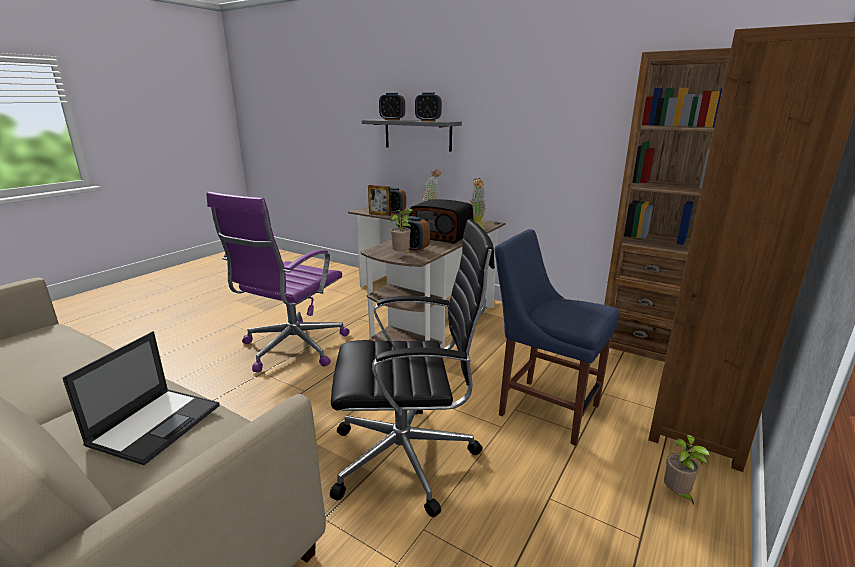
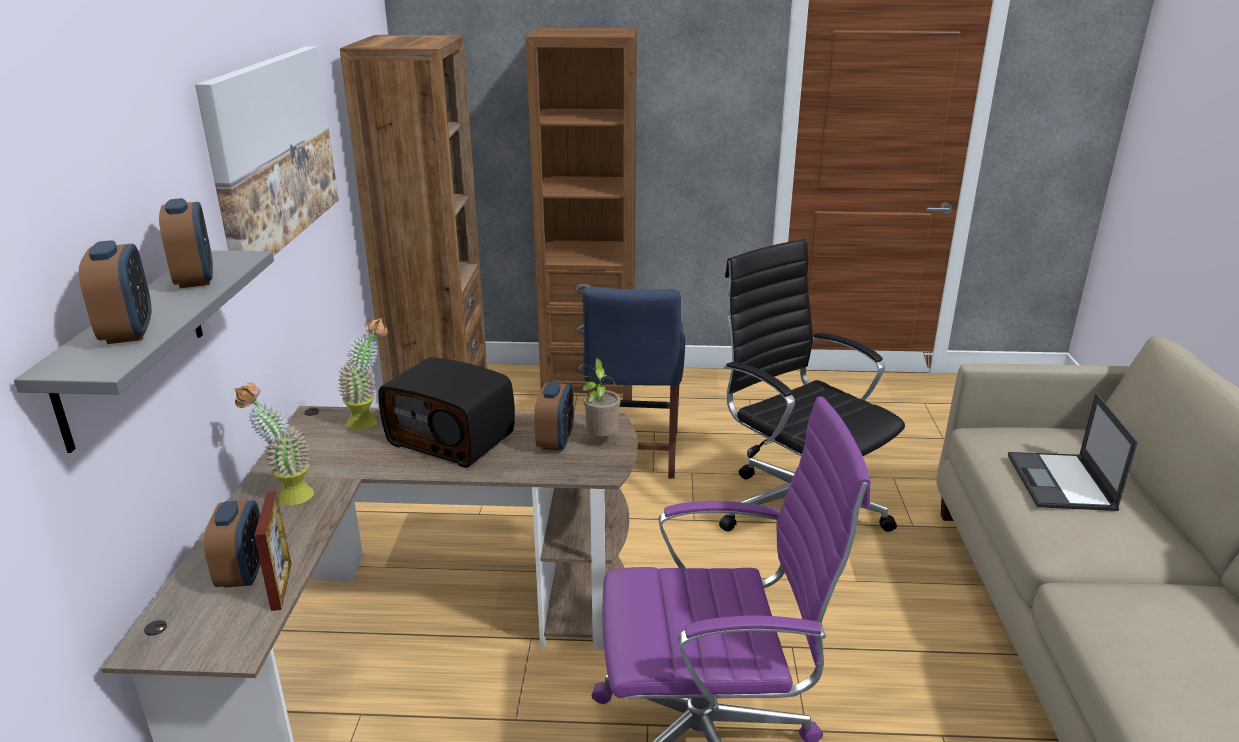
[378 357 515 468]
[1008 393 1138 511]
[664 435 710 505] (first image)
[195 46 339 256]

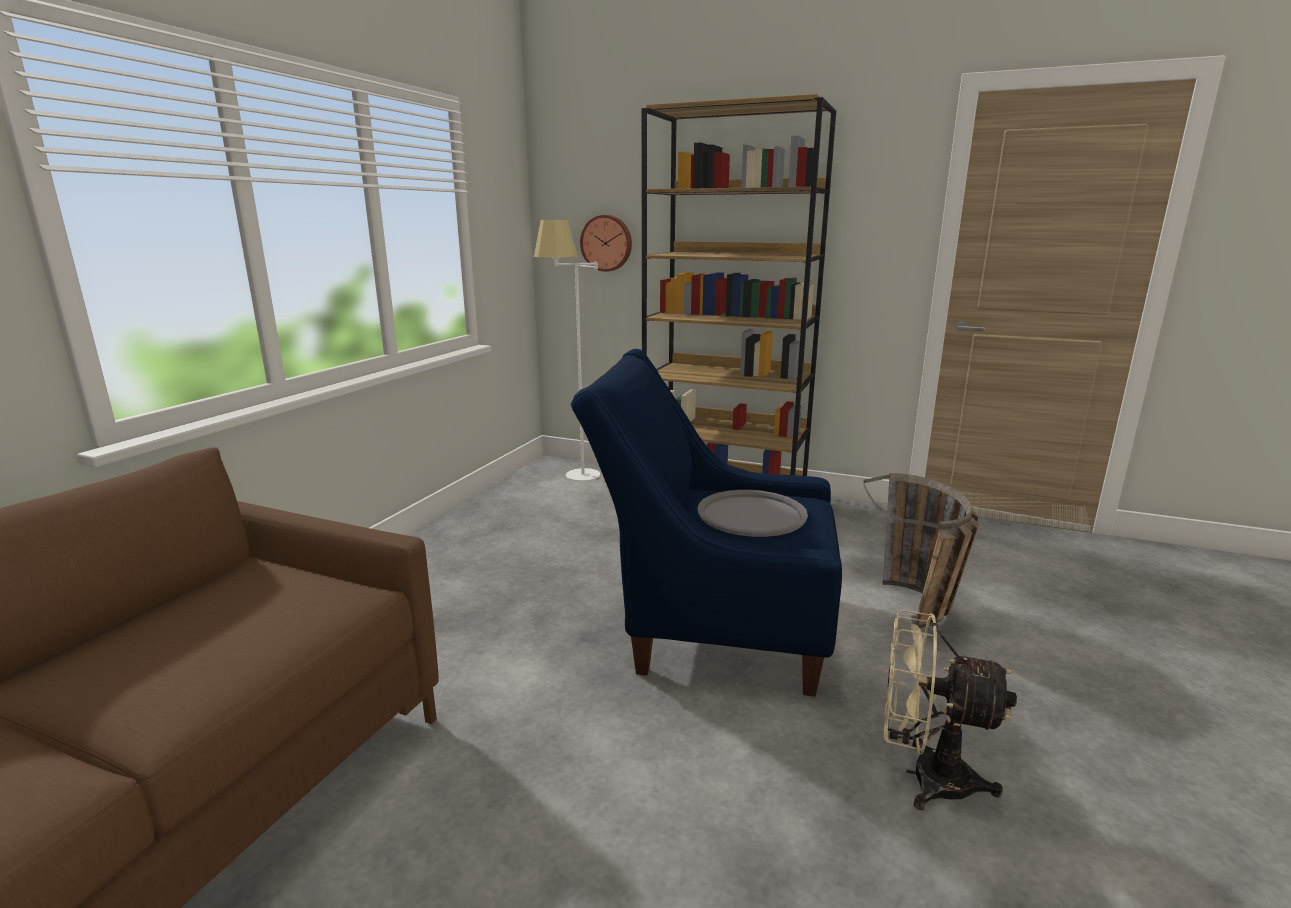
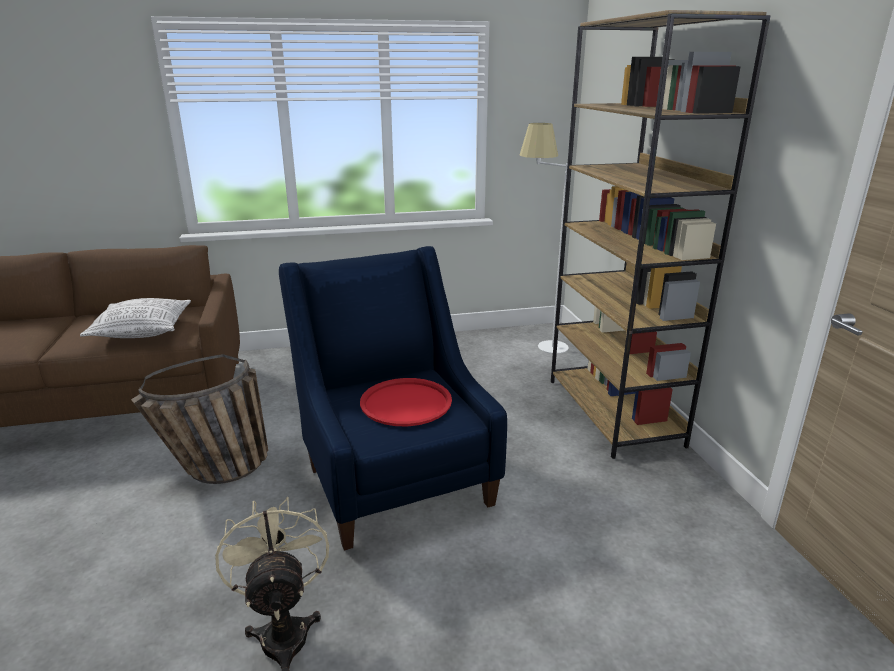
[580 215 632 272] (first image)
[131 354 268 484]
[360 378 452 426]
[80 298 191 338]

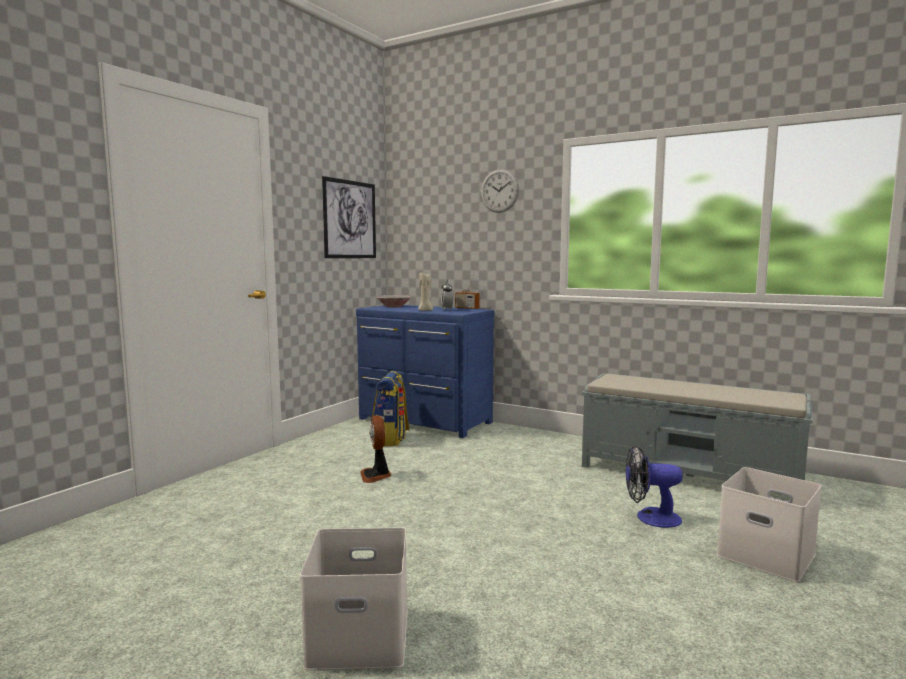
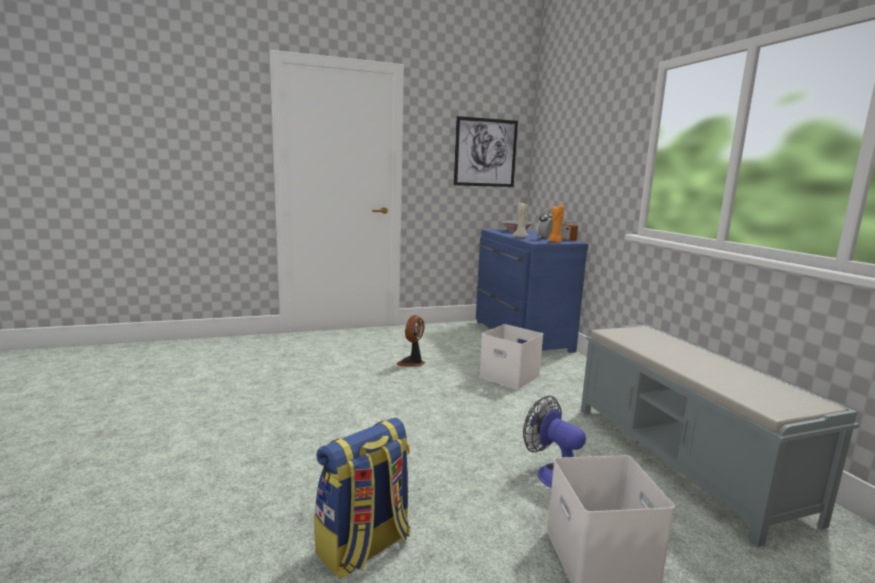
[481 169 519 213] (first image)
[314 418 410 579]
[479 324 543 390]
[548 205 564 243]

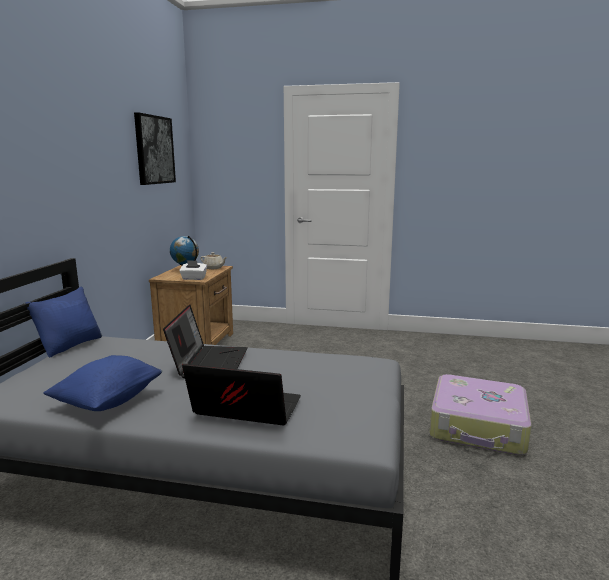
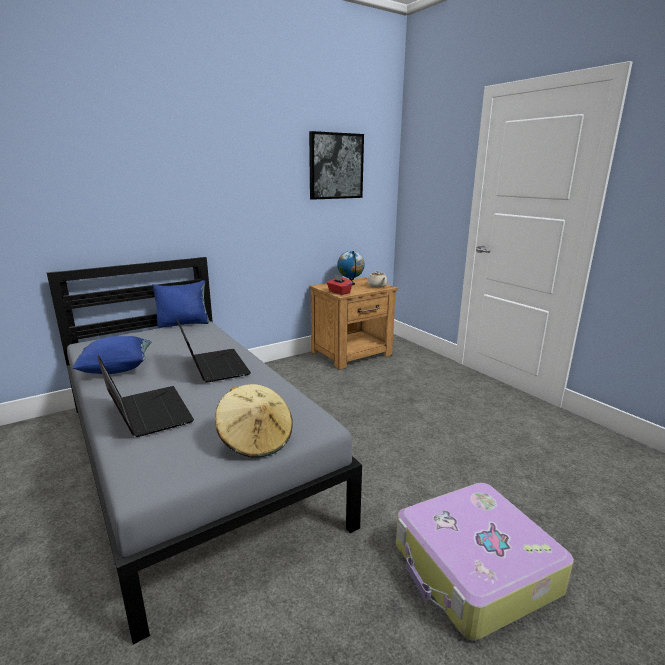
[327 274 353 295]
[176 319 251 383]
[215 384 293 458]

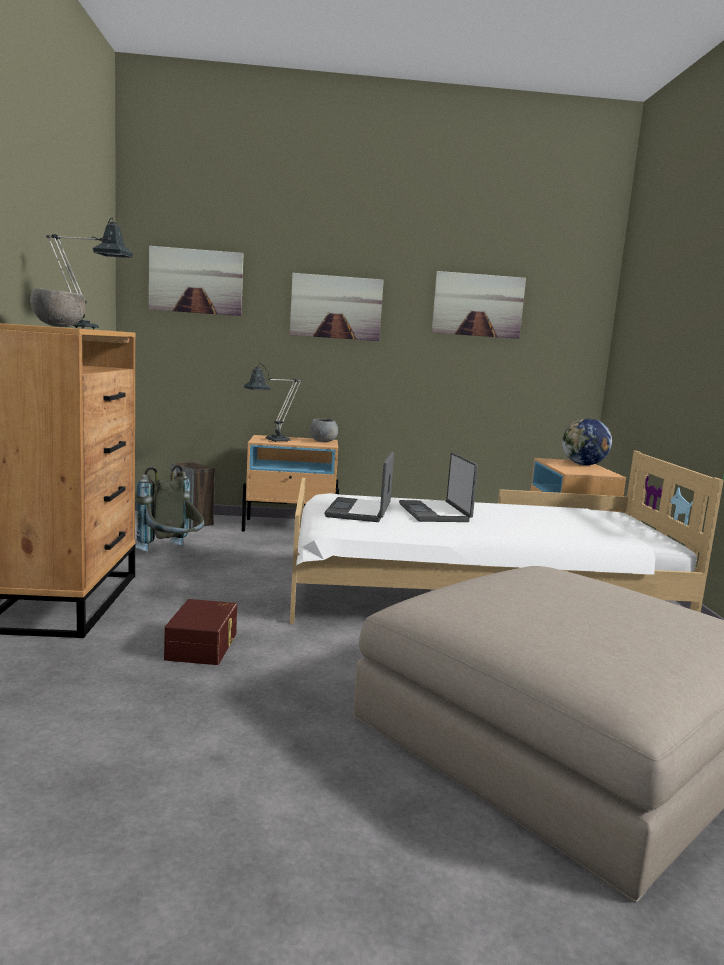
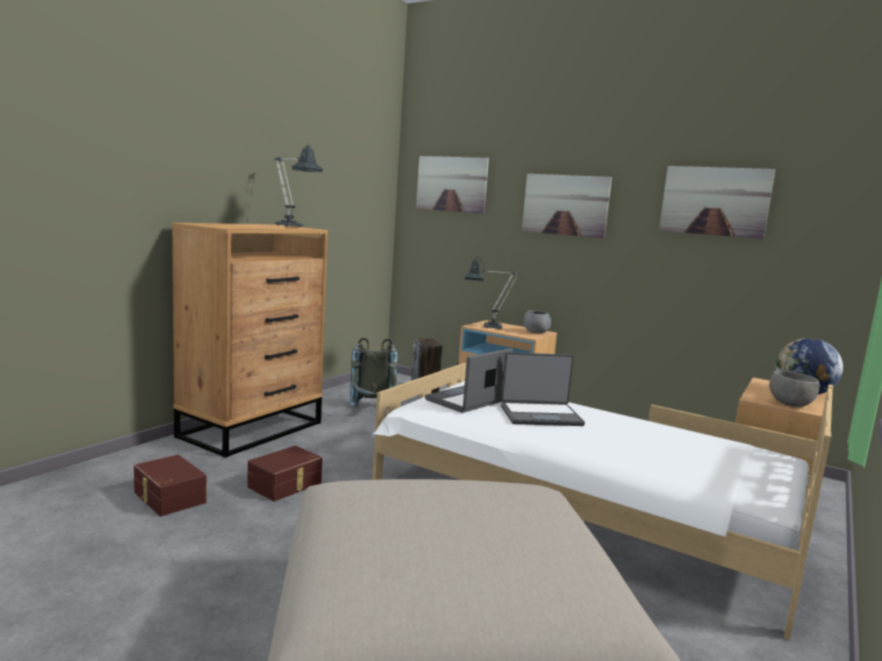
[769 370 819 407]
[501 352 585 426]
[134 455 207 516]

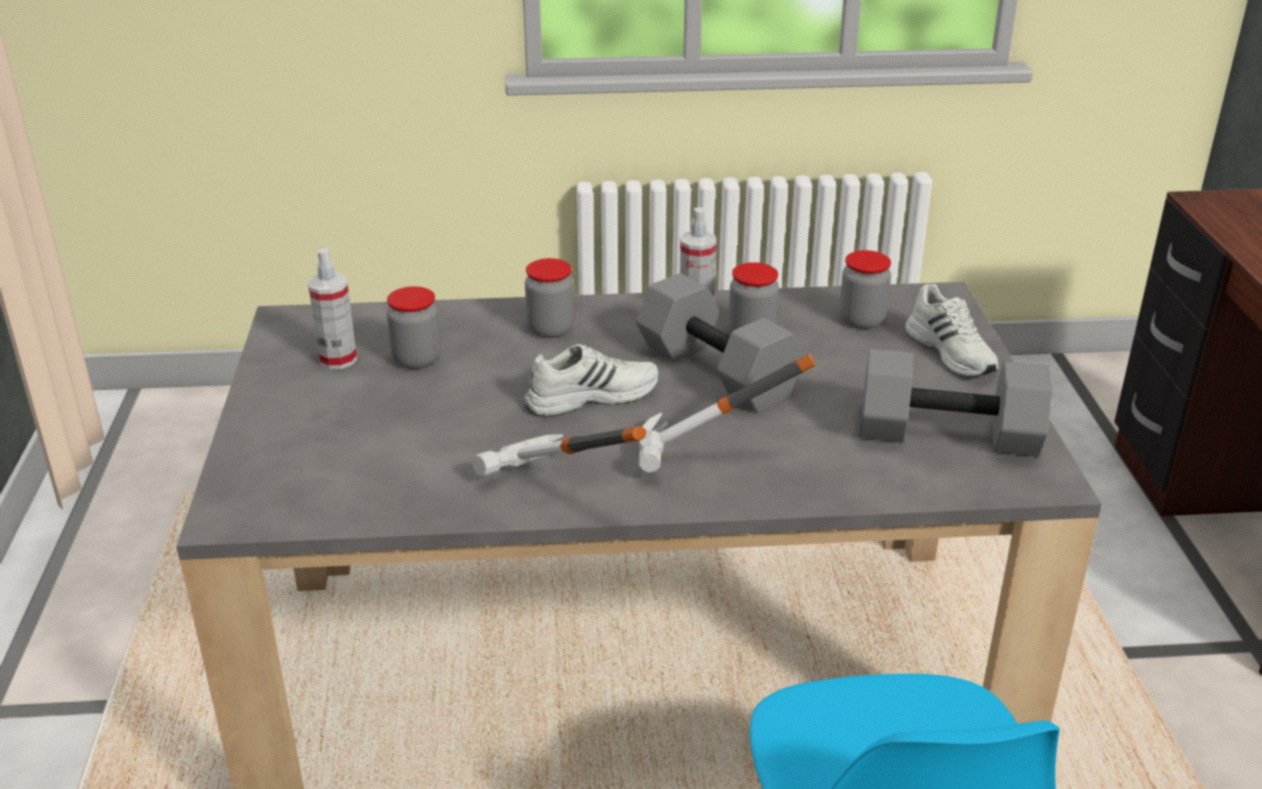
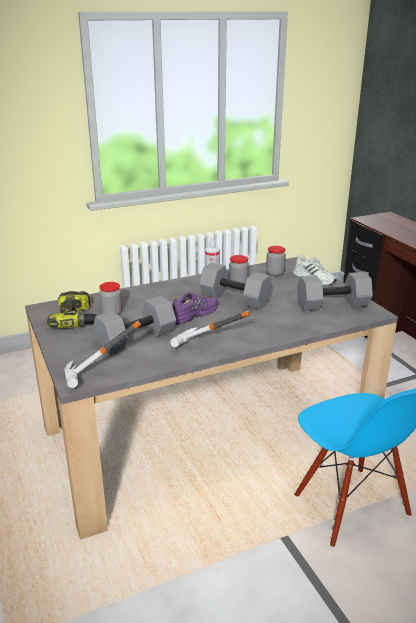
[47 291 97 328]
[525 258 574 338] (first image)
[173 293 218 324]
[64 321 141 388]
[93 296 176 354]

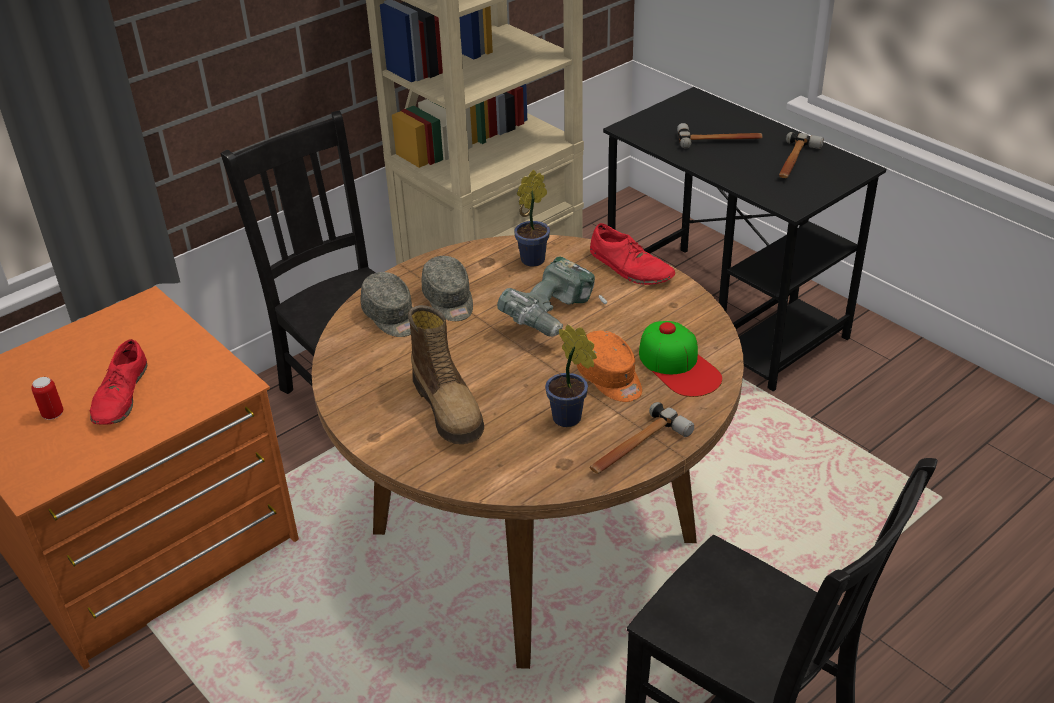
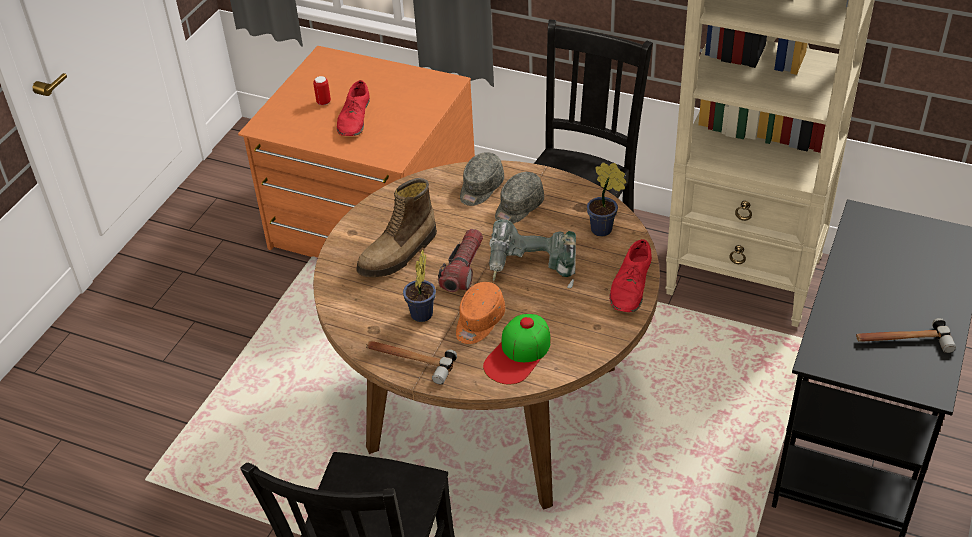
[677 123 763 148] (first image)
[337 80 370 136]
[438 229 483 292]

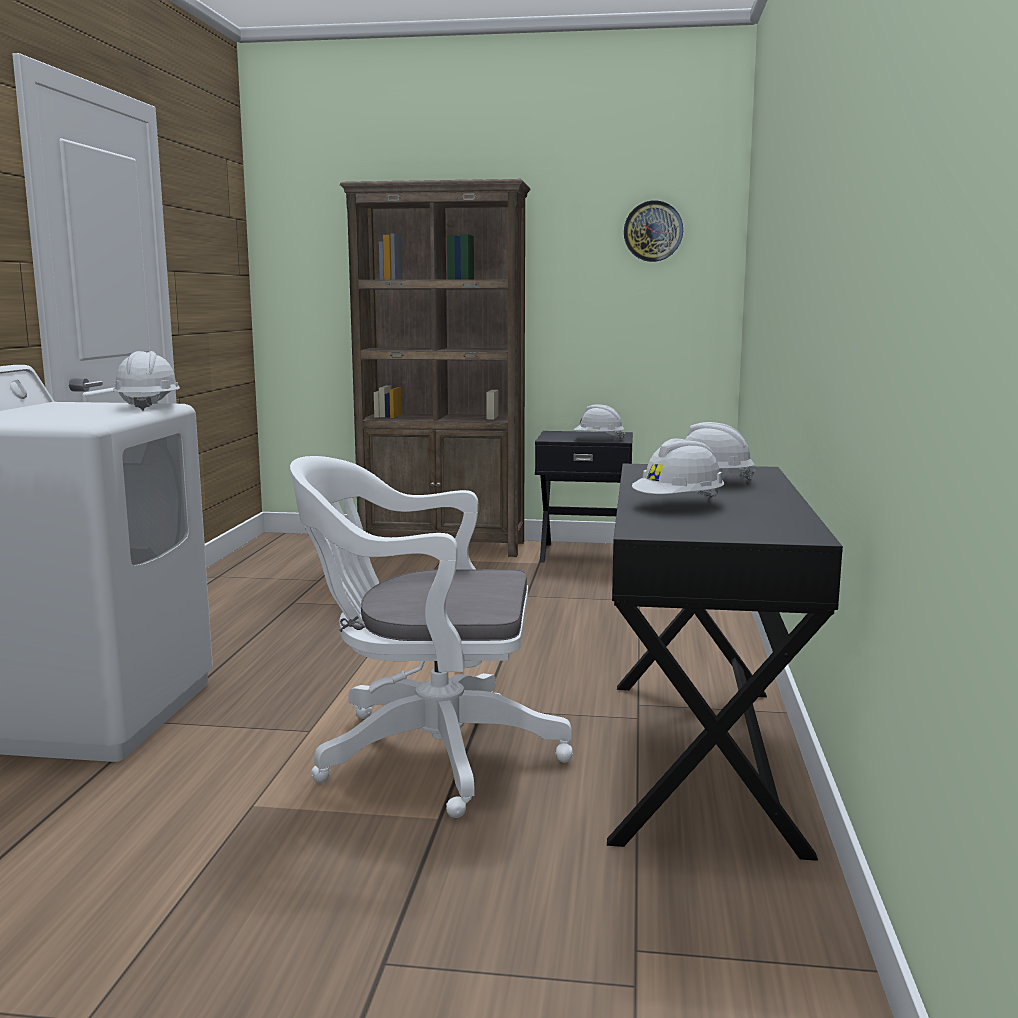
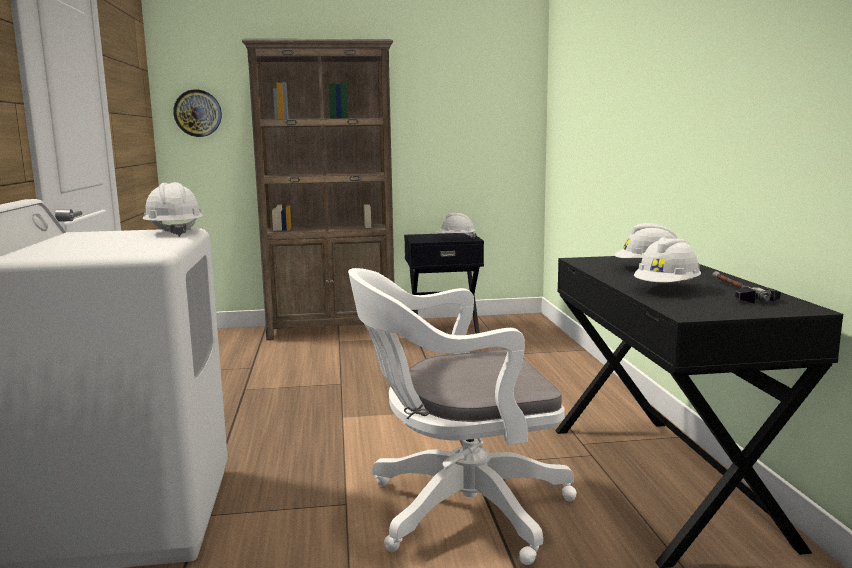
[173 89 222 137]
[712 271 781 304]

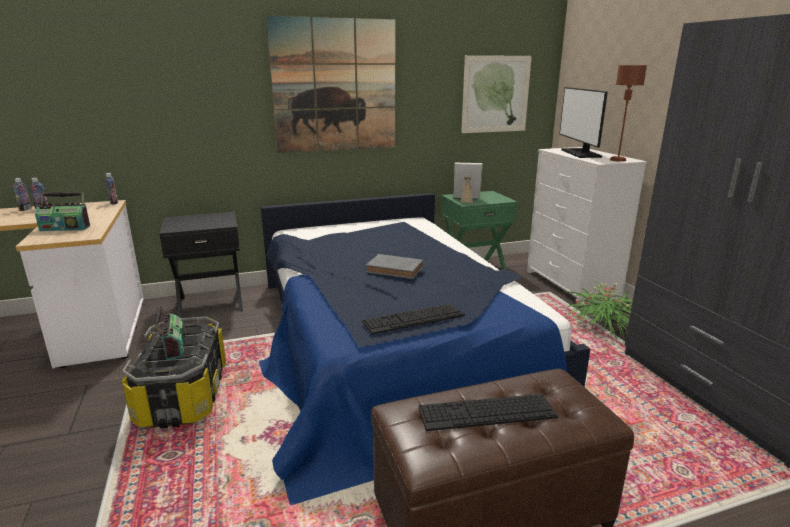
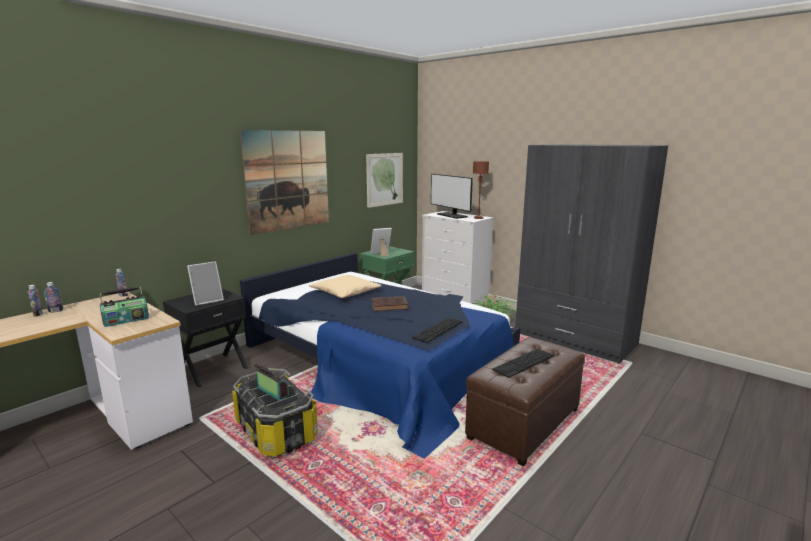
[372 296 408 311]
[187 261 224 306]
[309 275 382 298]

